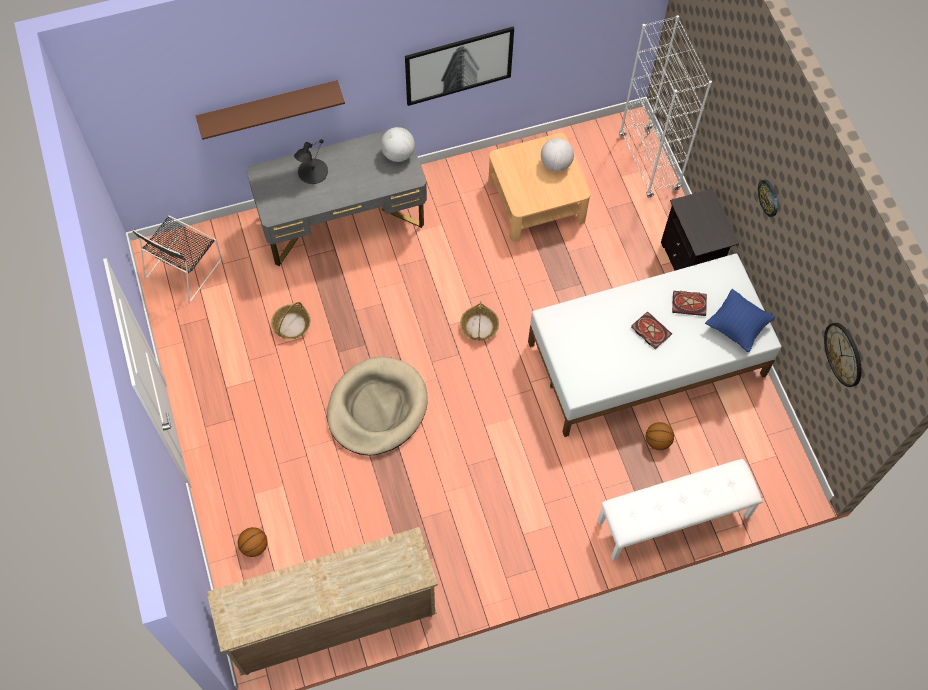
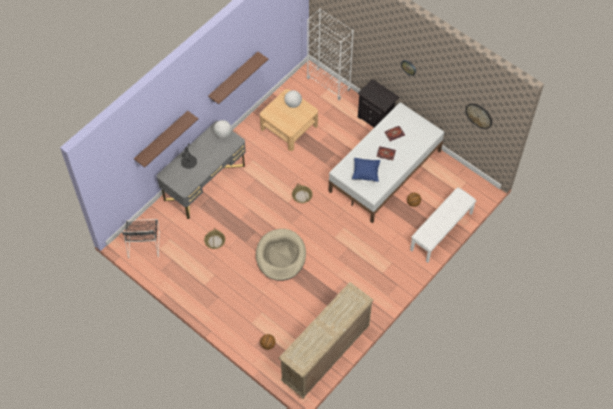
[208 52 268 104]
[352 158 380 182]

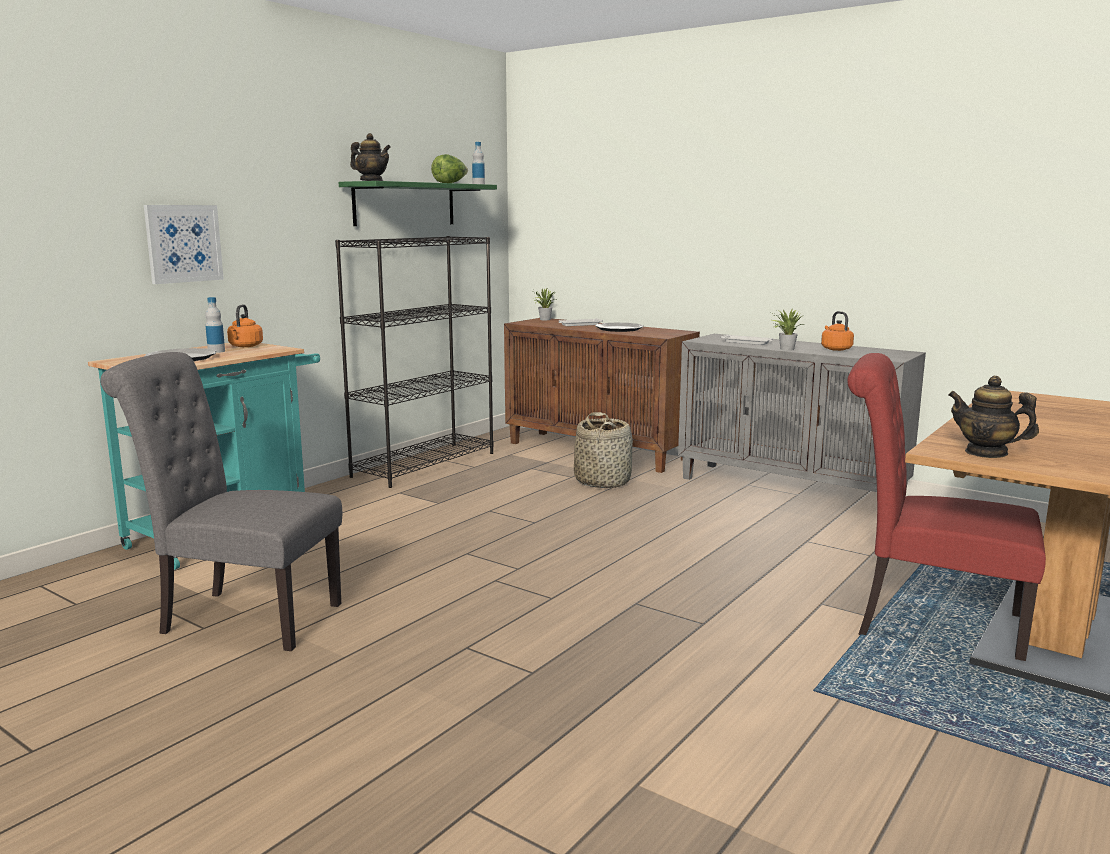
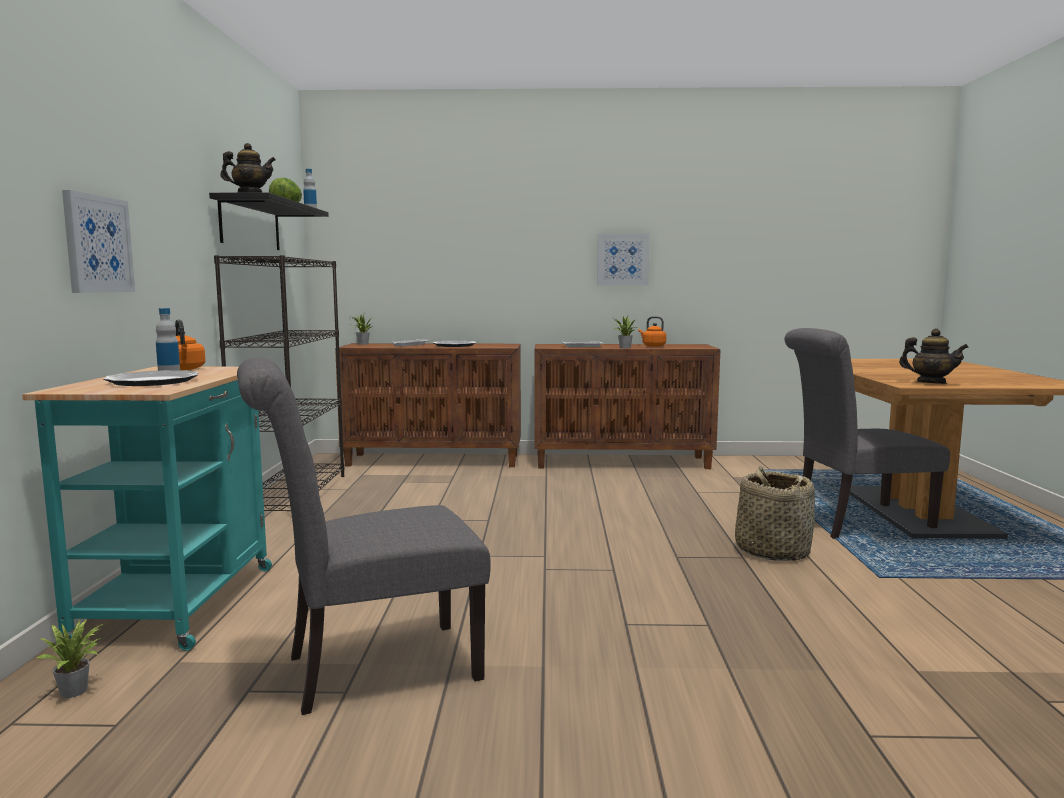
[209 192 328 250]
[534 344 721 469]
[785 328 950 539]
[899 329 969 384]
[735 466 815 561]
[597 234 650 286]
[37 619 105 698]

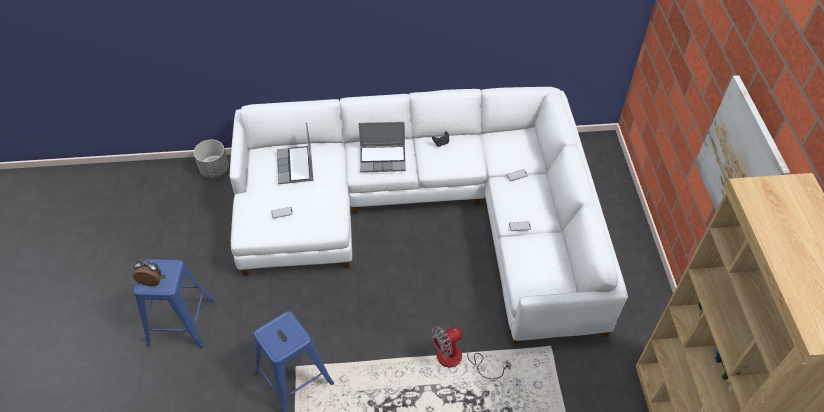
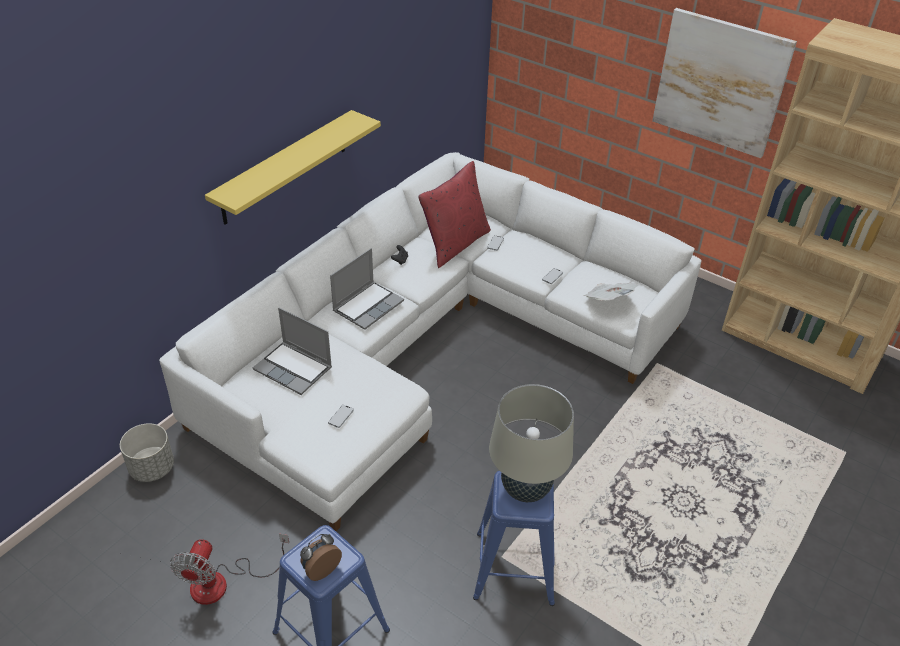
[170 534 289 605]
[205 110 381 225]
[418 161 491 268]
[584 283 639 300]
[489 384 574 502]

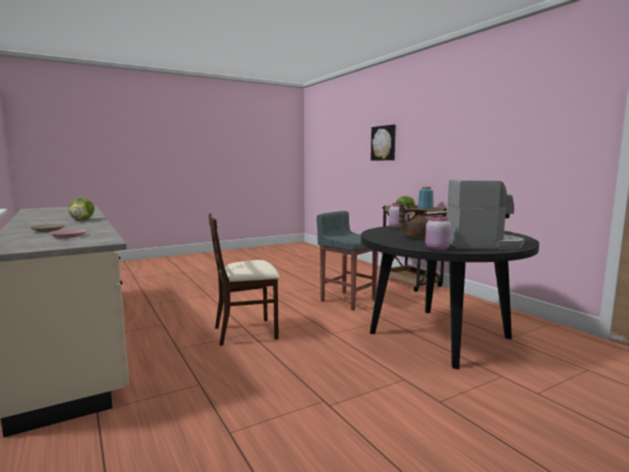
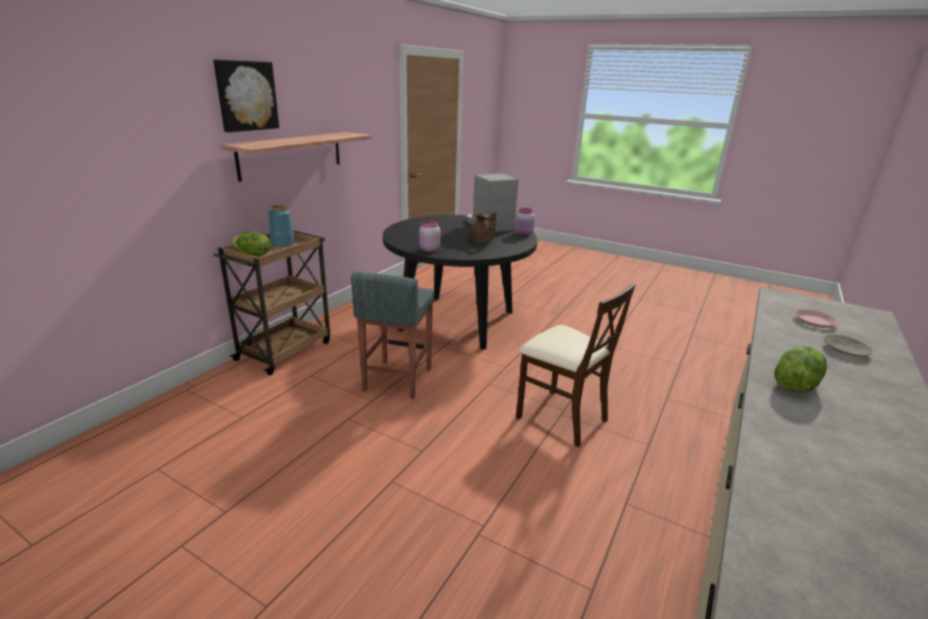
[213 60 279 132]
[221 132 372 182]

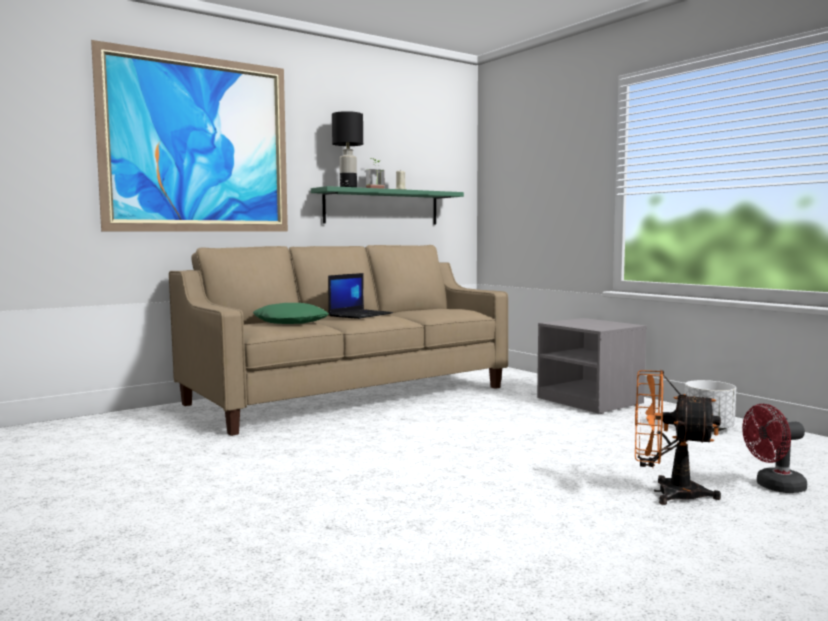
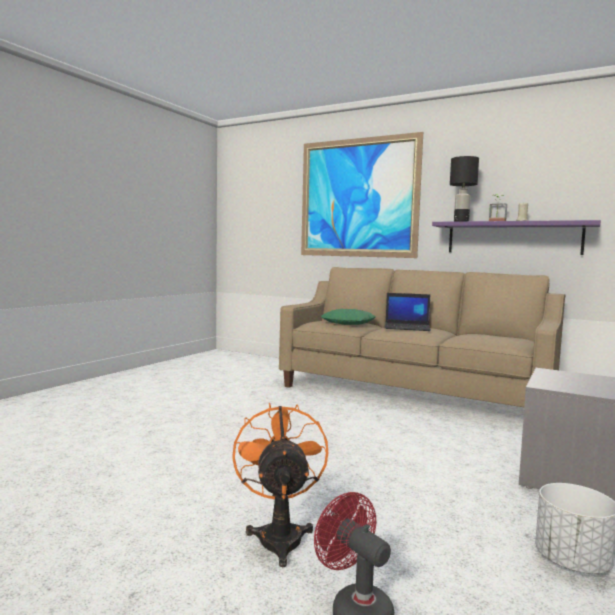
[432 220 601 255]

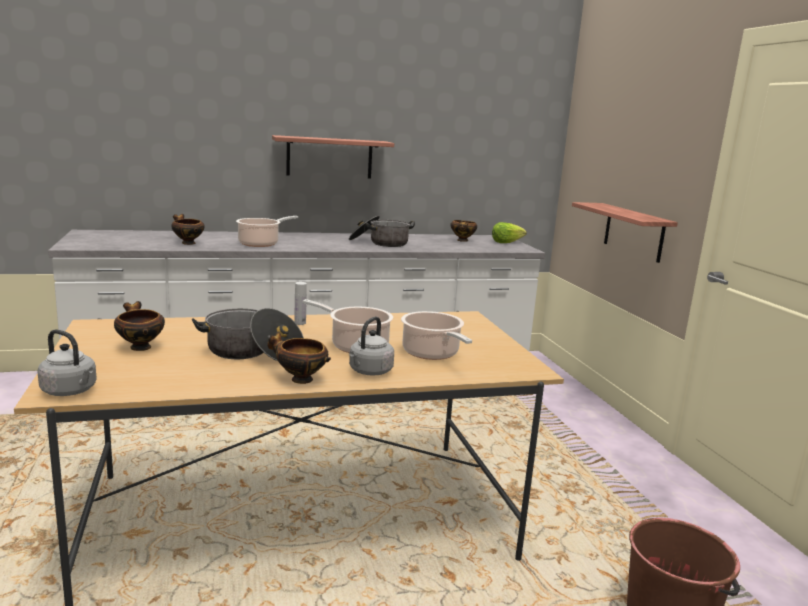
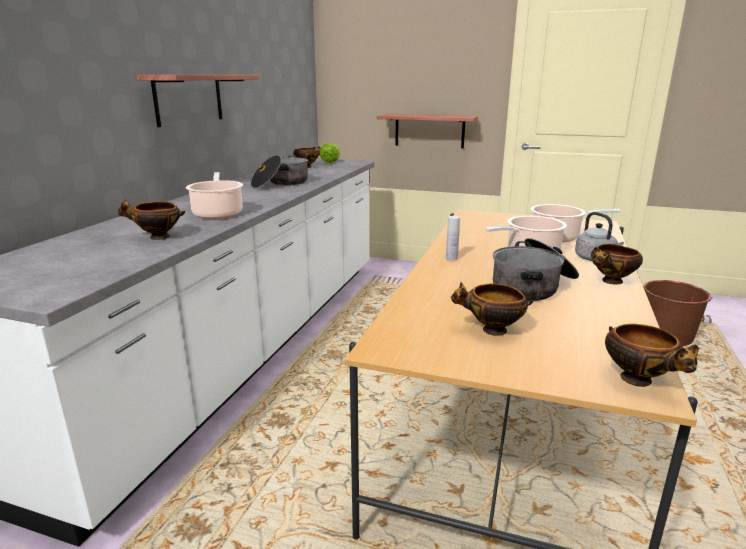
[605 324 699 387]

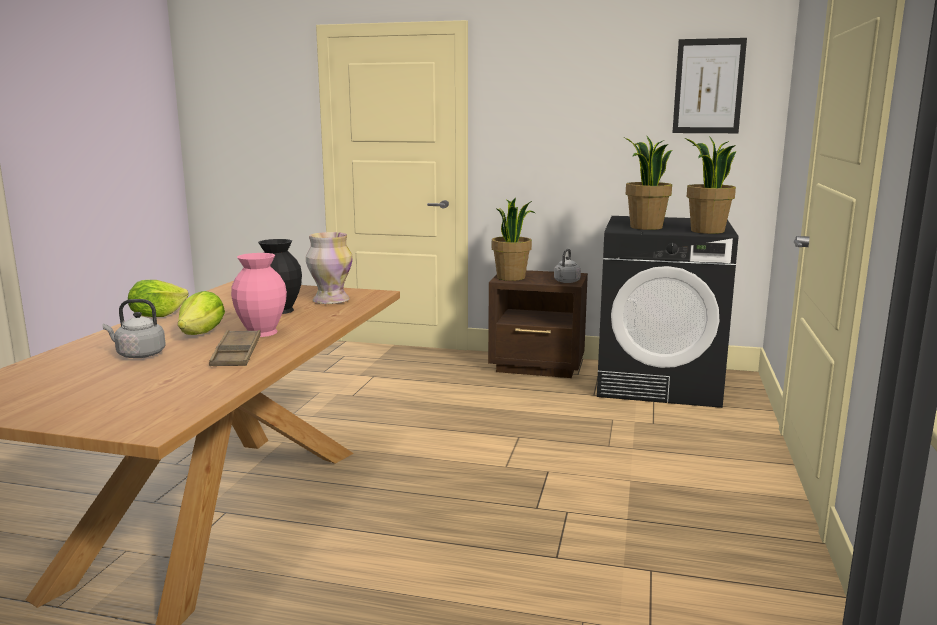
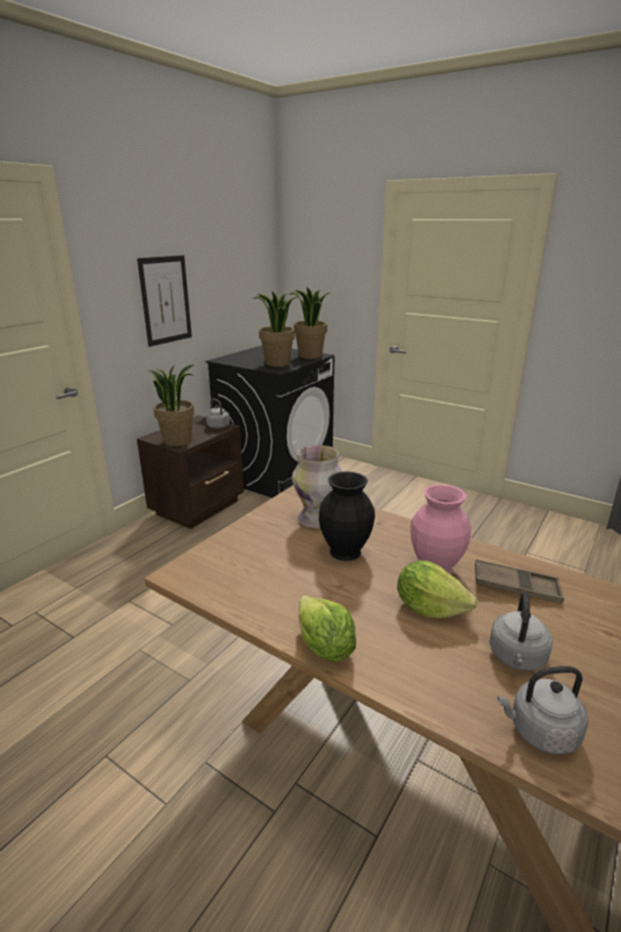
[137 255 192 347]
[497 666 588 755]

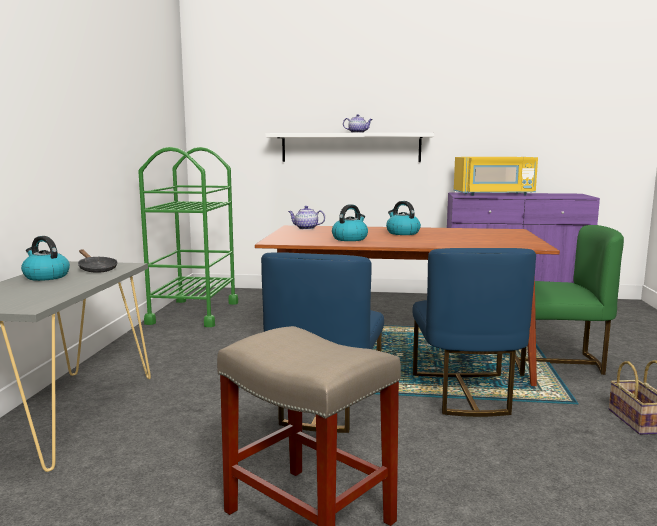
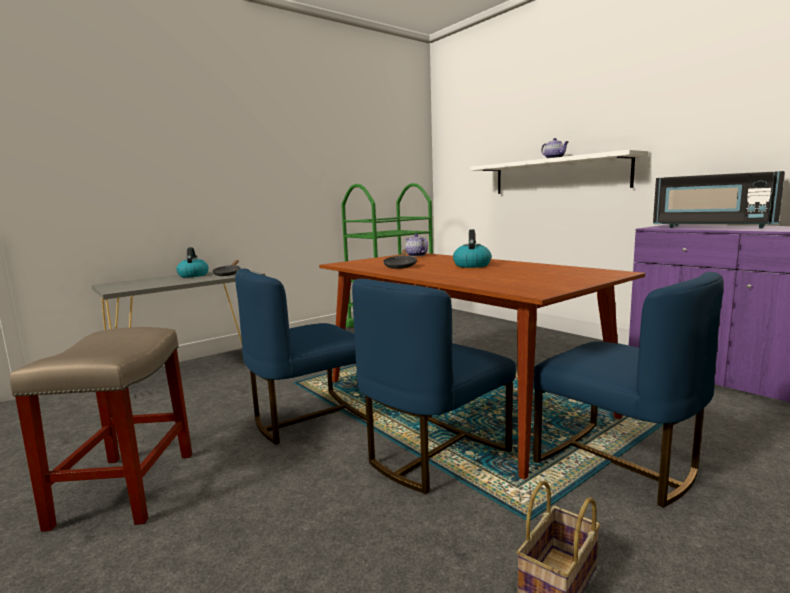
[653 171 785 228]
[383 249 417 269]
[533 272 724 508]

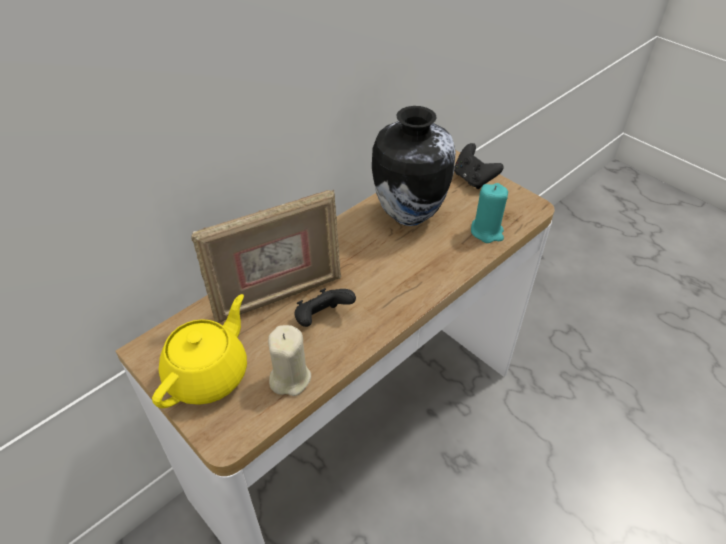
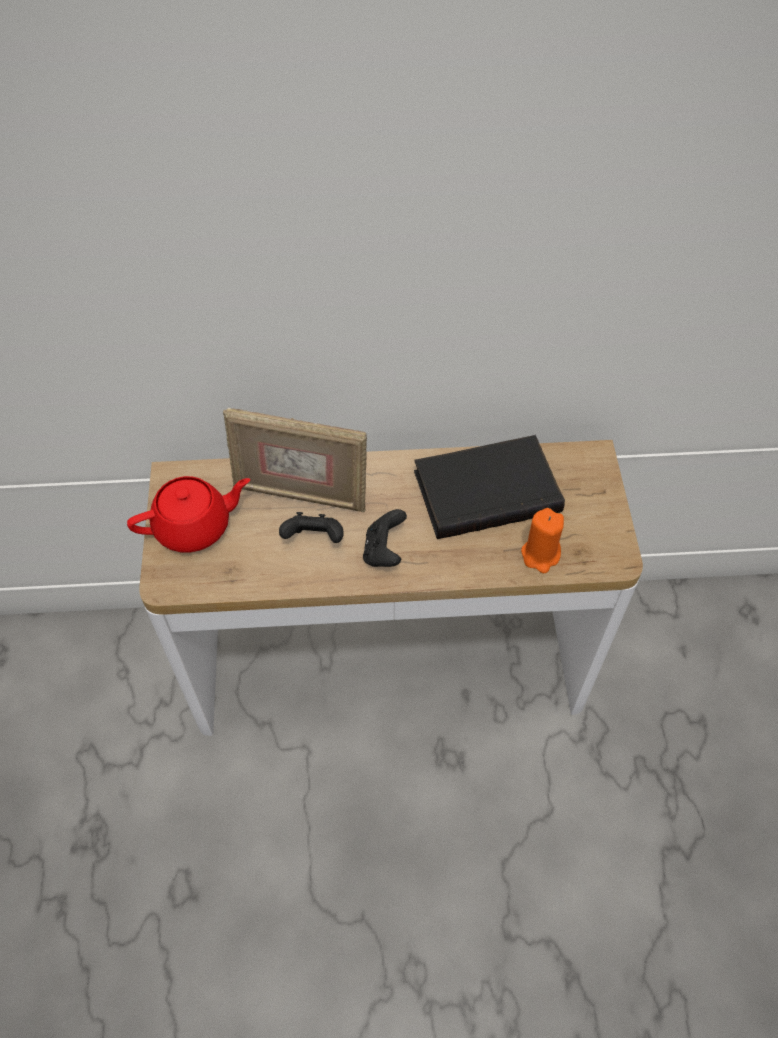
[414 435 565 539]
[363 509 407 567]
[521 508 564 573]
[127 476 250 553]
[268 325 311 396] (first image)

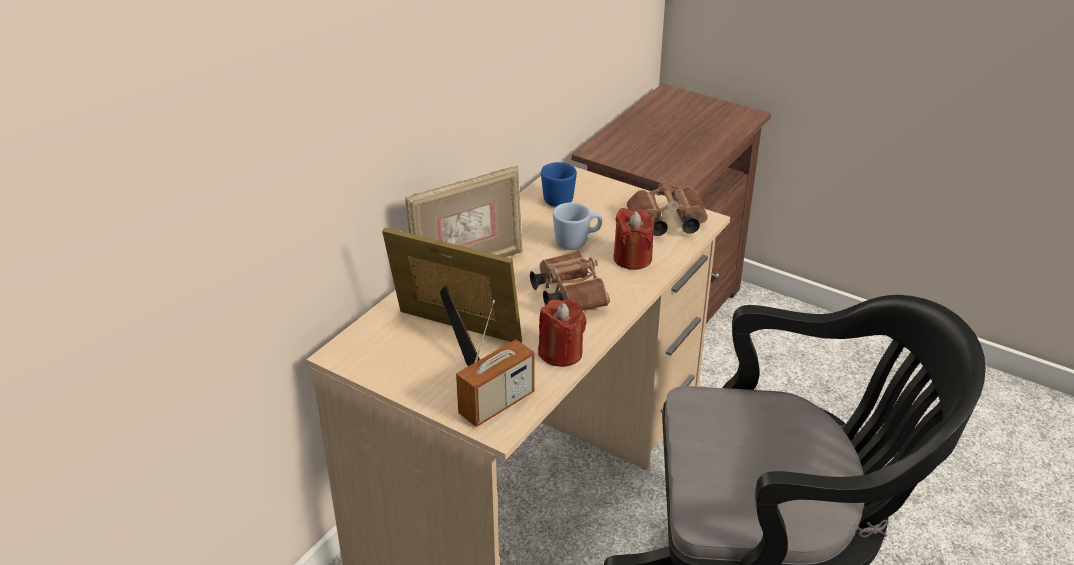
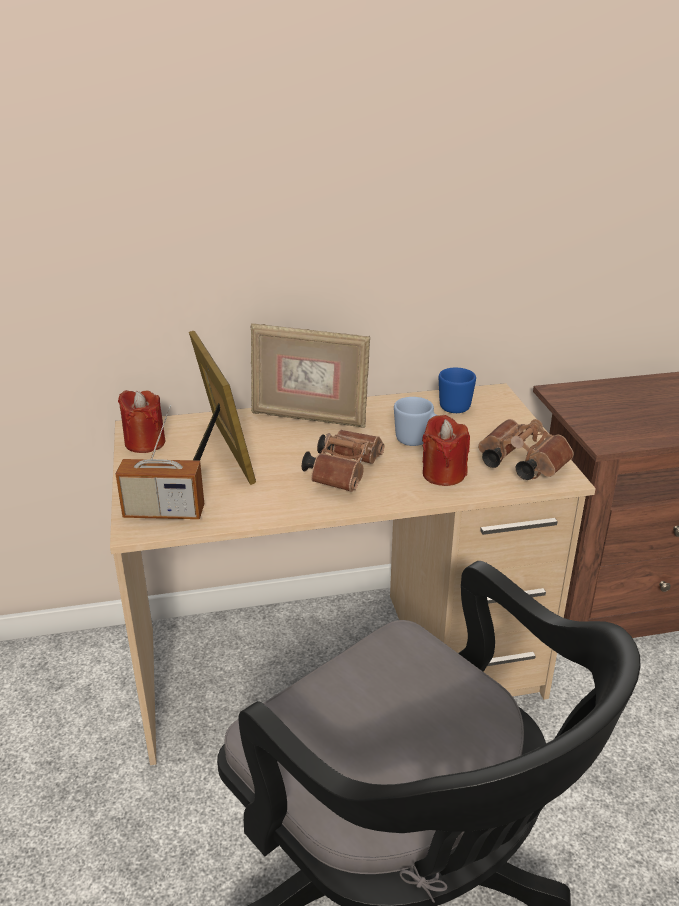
[118 390 165 453]

